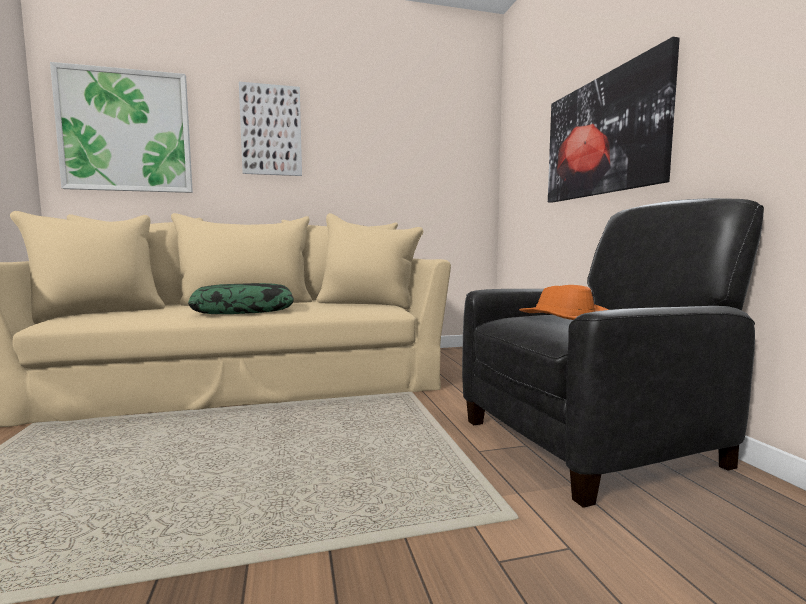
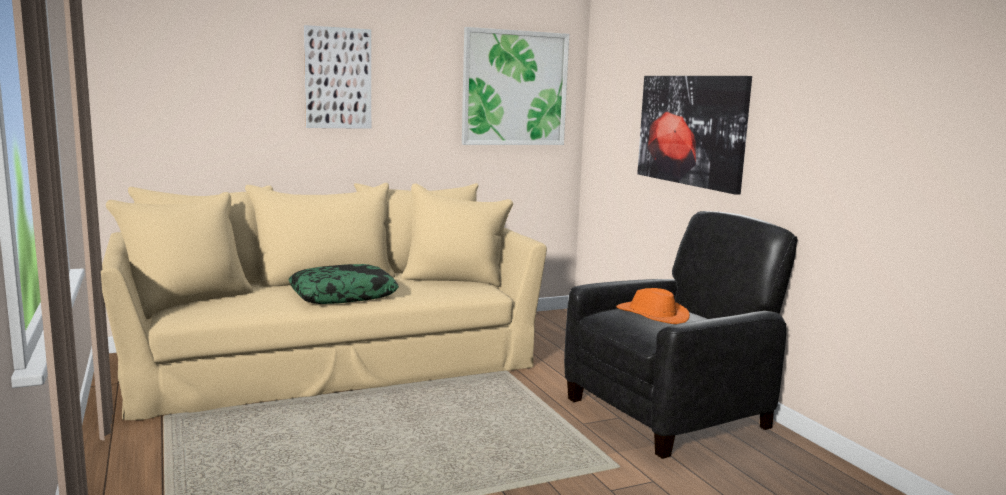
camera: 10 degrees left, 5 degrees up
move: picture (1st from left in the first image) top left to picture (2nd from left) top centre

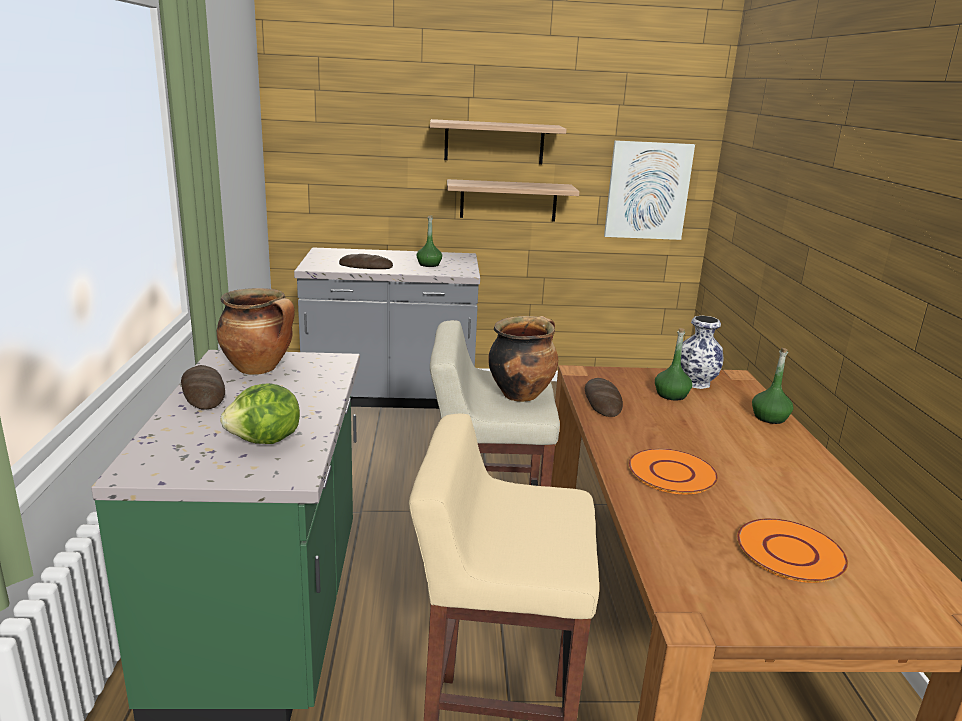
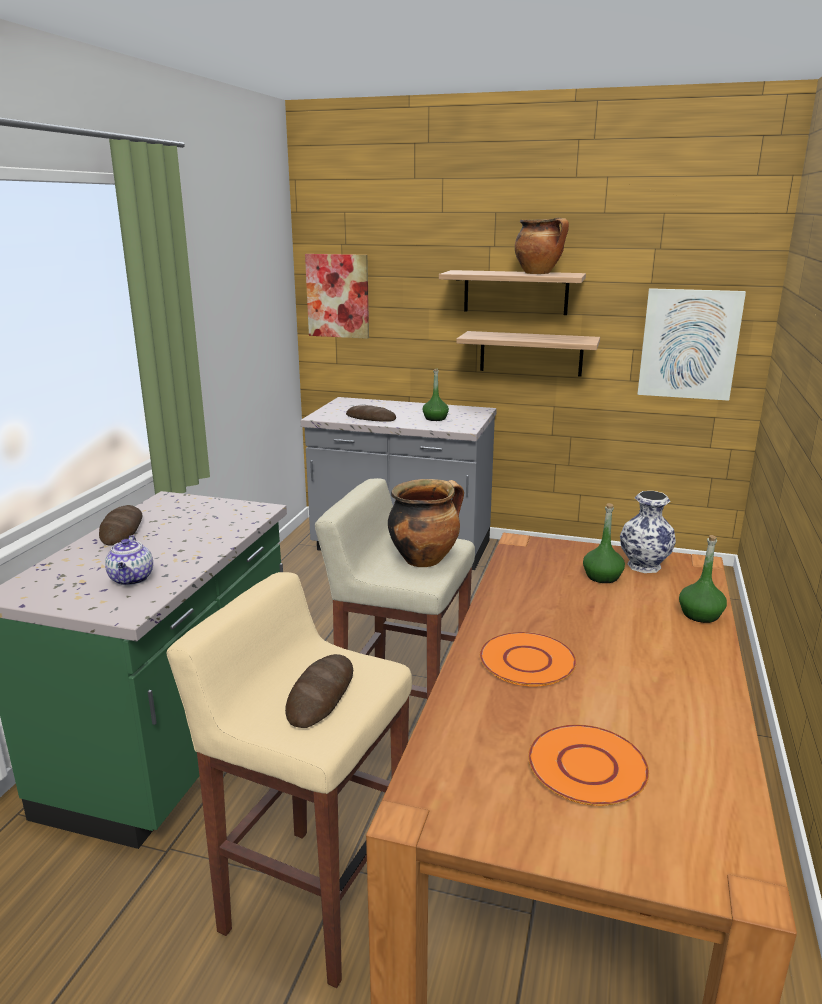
camera: 20 degrees right, 0 degrees up
insert: picture (1st from left) top centre
move: cooking pot (1st from left in the first image) middle left to cooking pot (2nd from left) top centre; bread (3rd from left in the first image) centre to bread (2nd from left) bottom centre
replace: lettuce middle left to teapot middle left

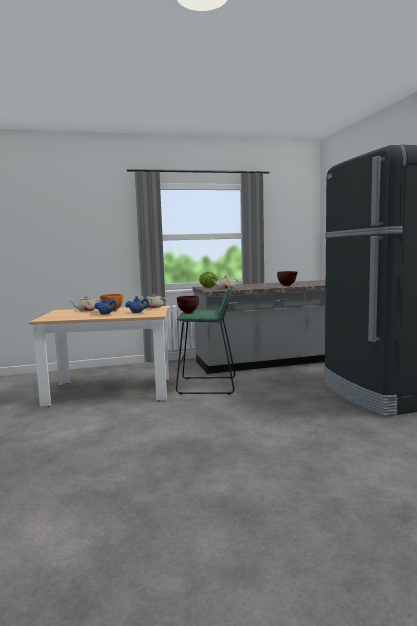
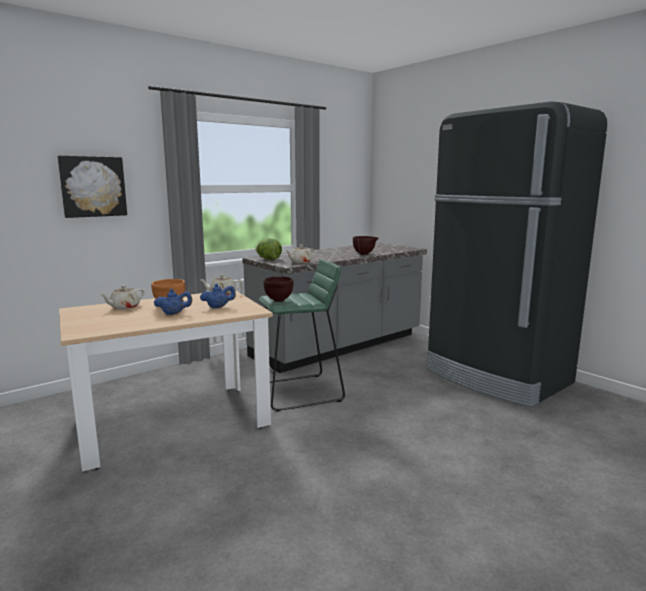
camera: 25 degrees left, 5 degrees up
insert: picture top left

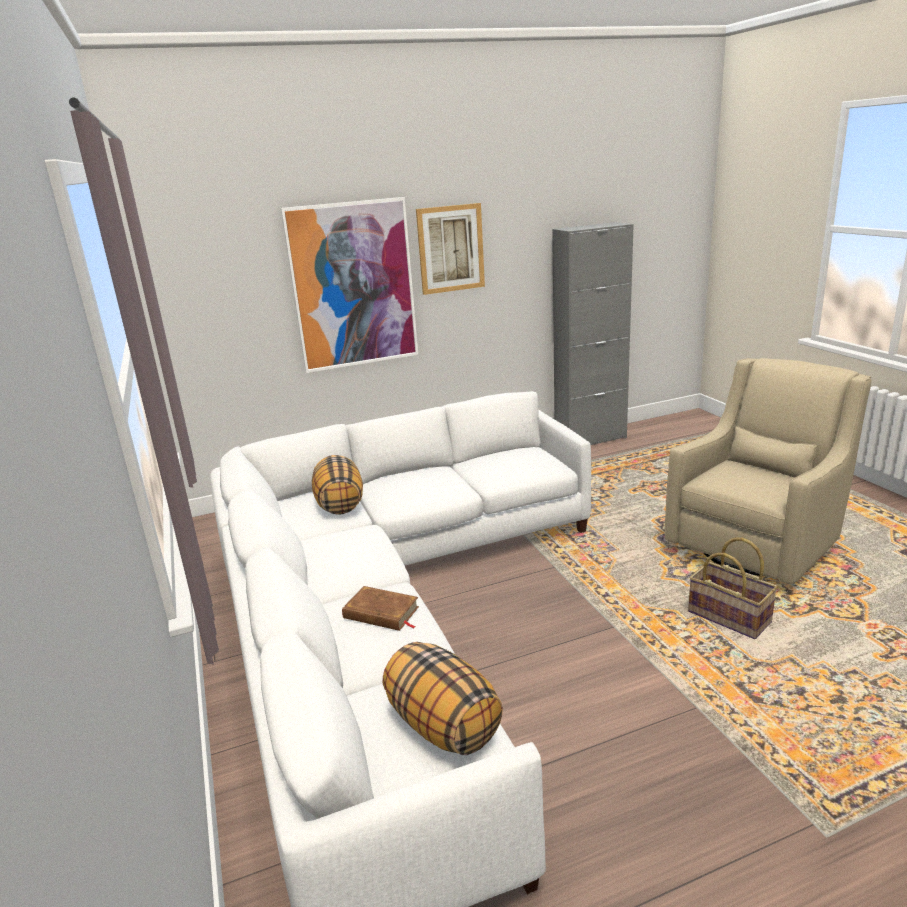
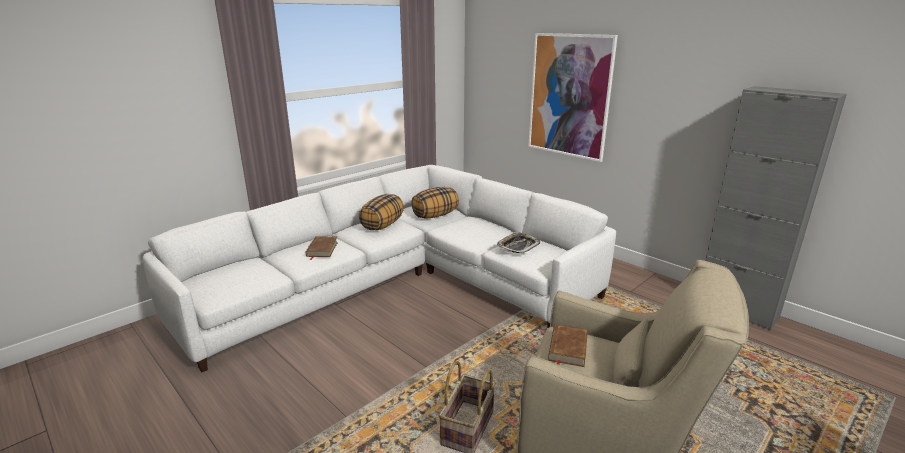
camera: 65 degrees right, 0 degrees up
delete: picture (2nd from left) top centre
insert: tray centre; brown book (2nd from left) bottom centre
move: pillow (2nd from left in the first image) bottom centre to pillow (1st from left) centre

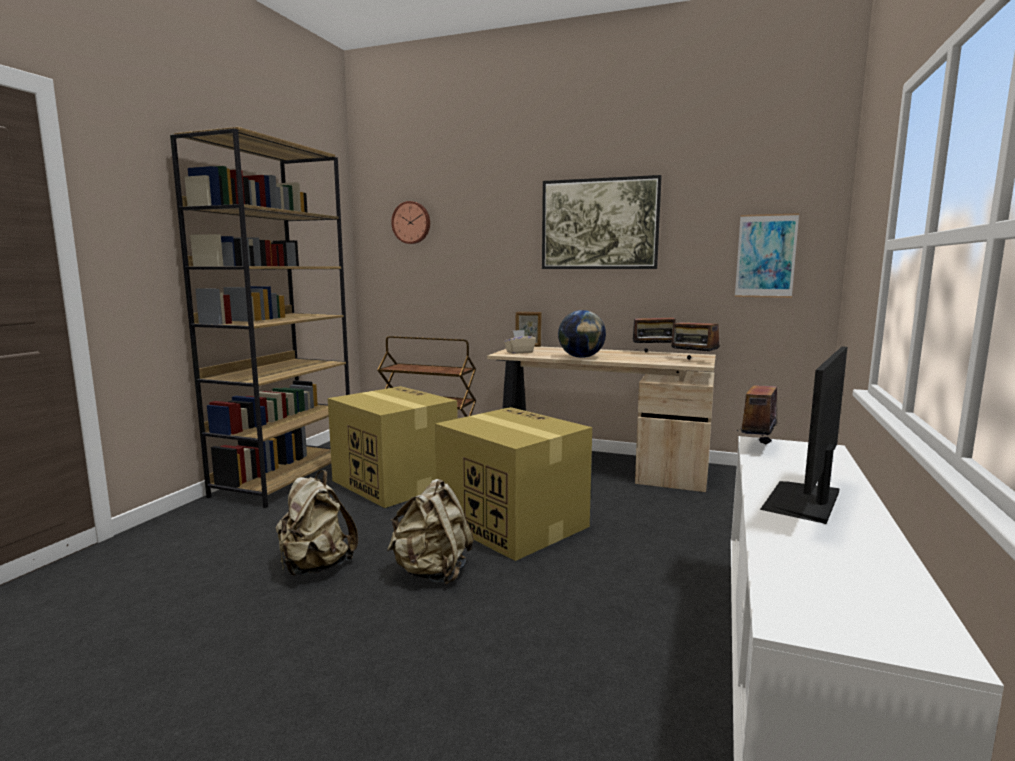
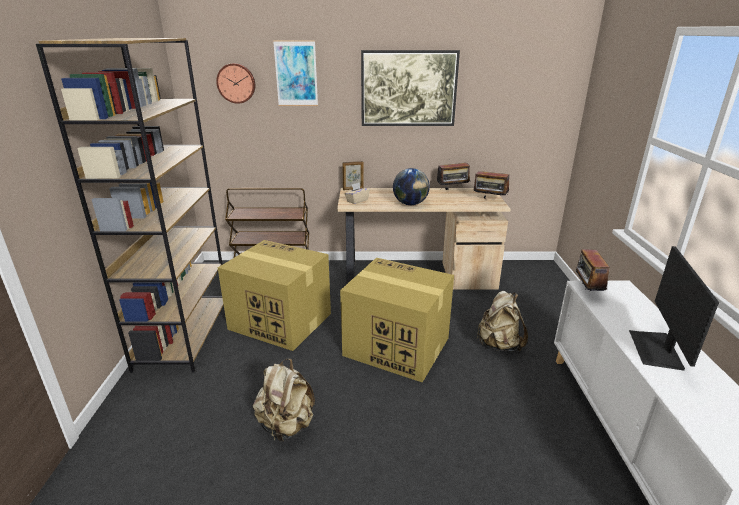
camera: 20 degrees left, 15 degrees up
move: beige backpack (2nd from left) bottom centre to middle right; picture (2nd from left in the first image) middle right to picture (1st from left) top centre

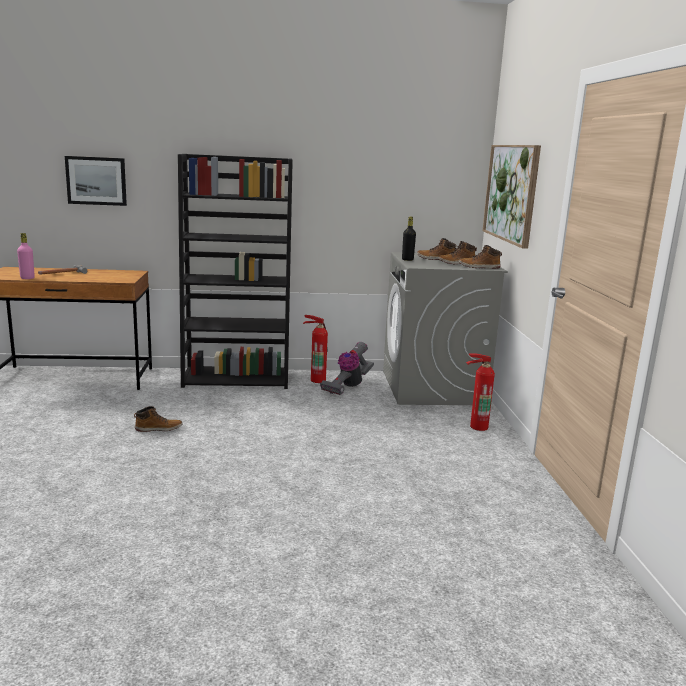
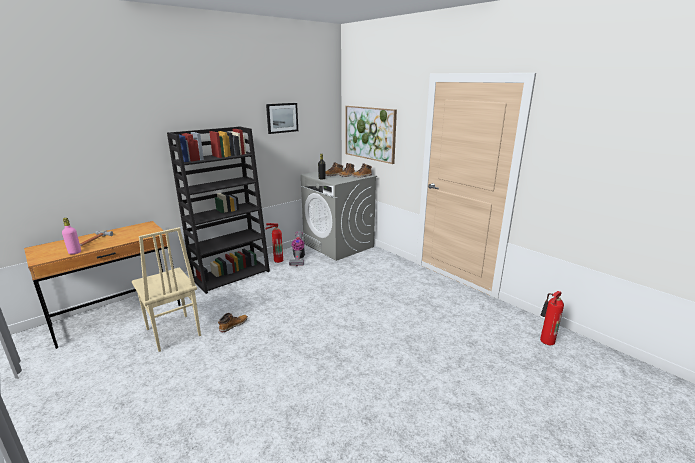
camera: 35 degrees left, 5 degrees up
insert: beige chair middle left
move: picture (1st from left) top left to top centre; fire extinguisher (2nd from left) middle right to bottom right

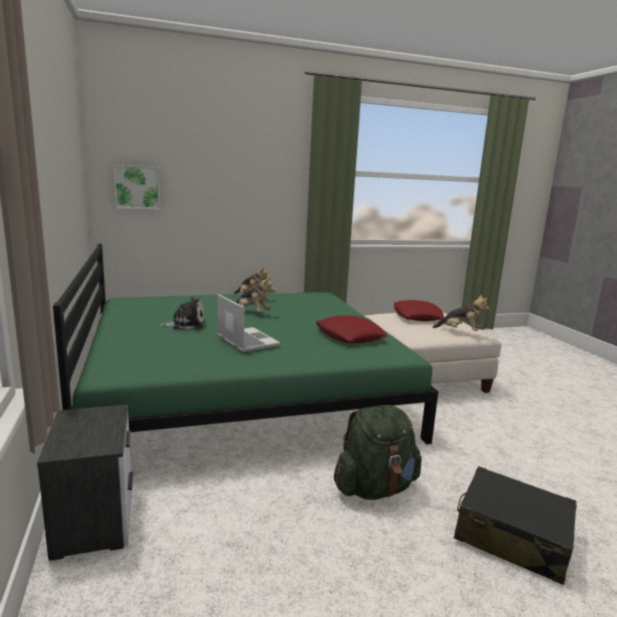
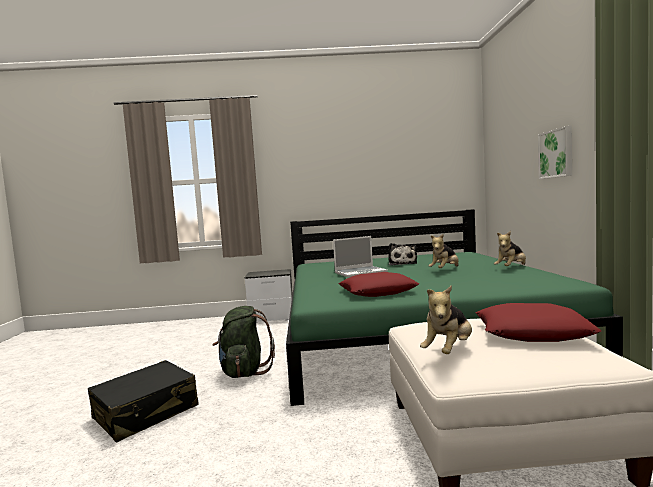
camera: 105 degrees right, 10 degrees down
move: picture top left to top right

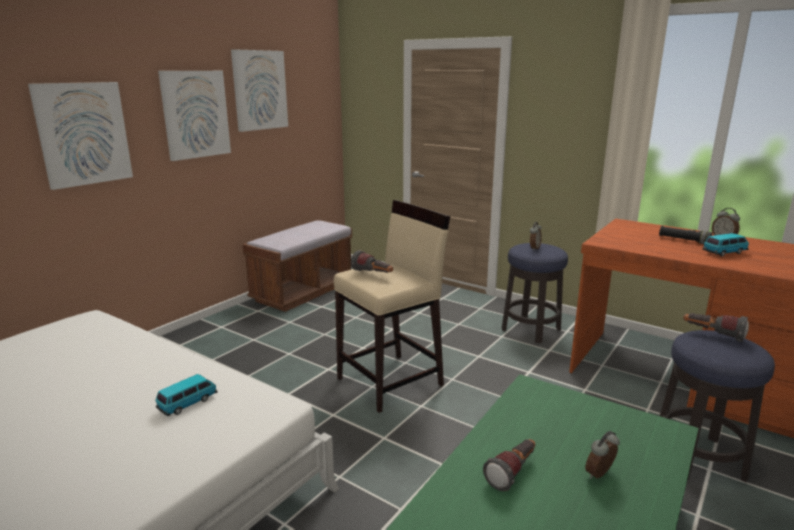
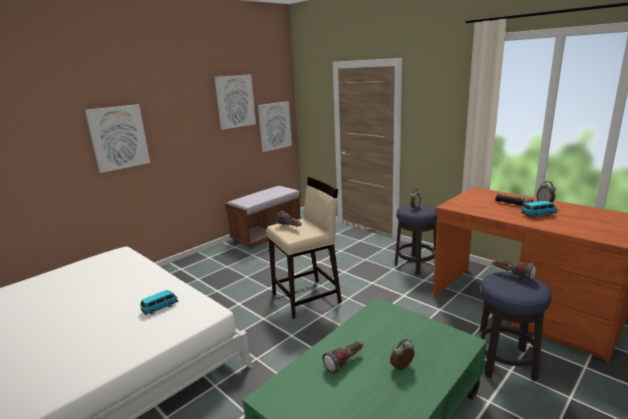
camera: 10 degrees right, 0 degrees up
move: picture (2nd from left in the first image) top left to picture (3rd from left) top centre

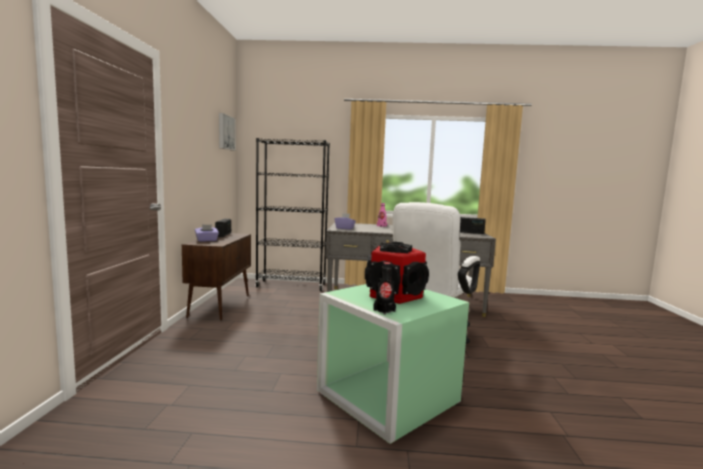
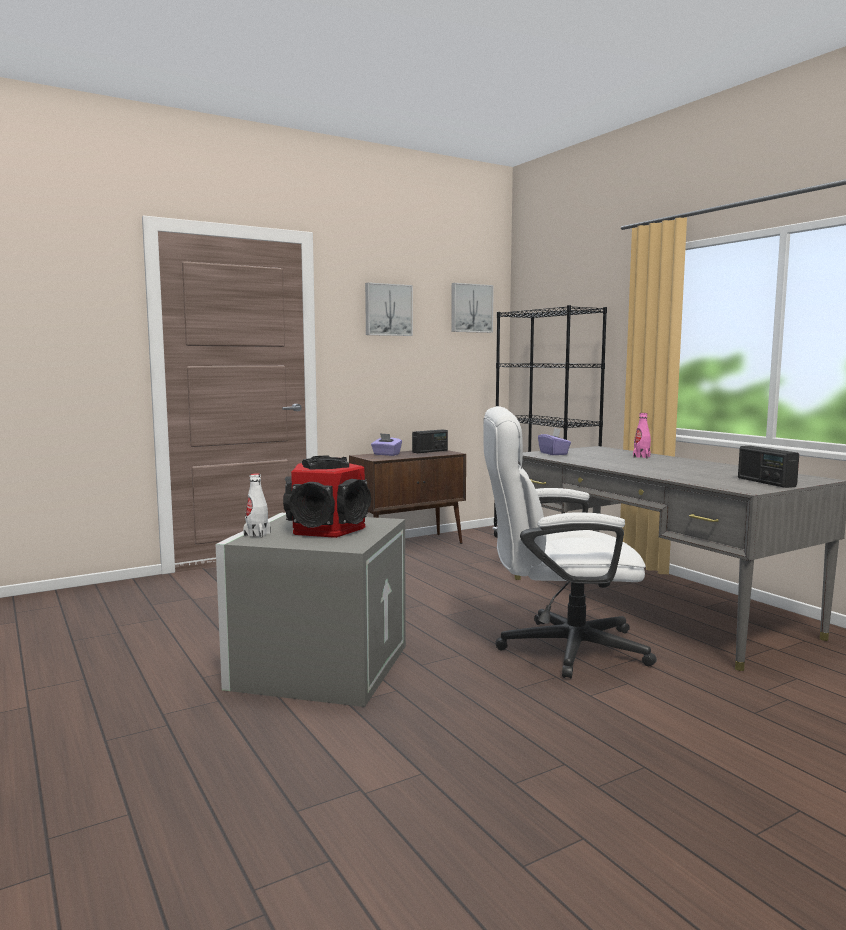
camera: 55 degrees right, 0 degrees up
insert: picture (1st from left) top centre
recolor: green storage box bottom centre to grey storage box centre; black bottle centre to white bottle middle left

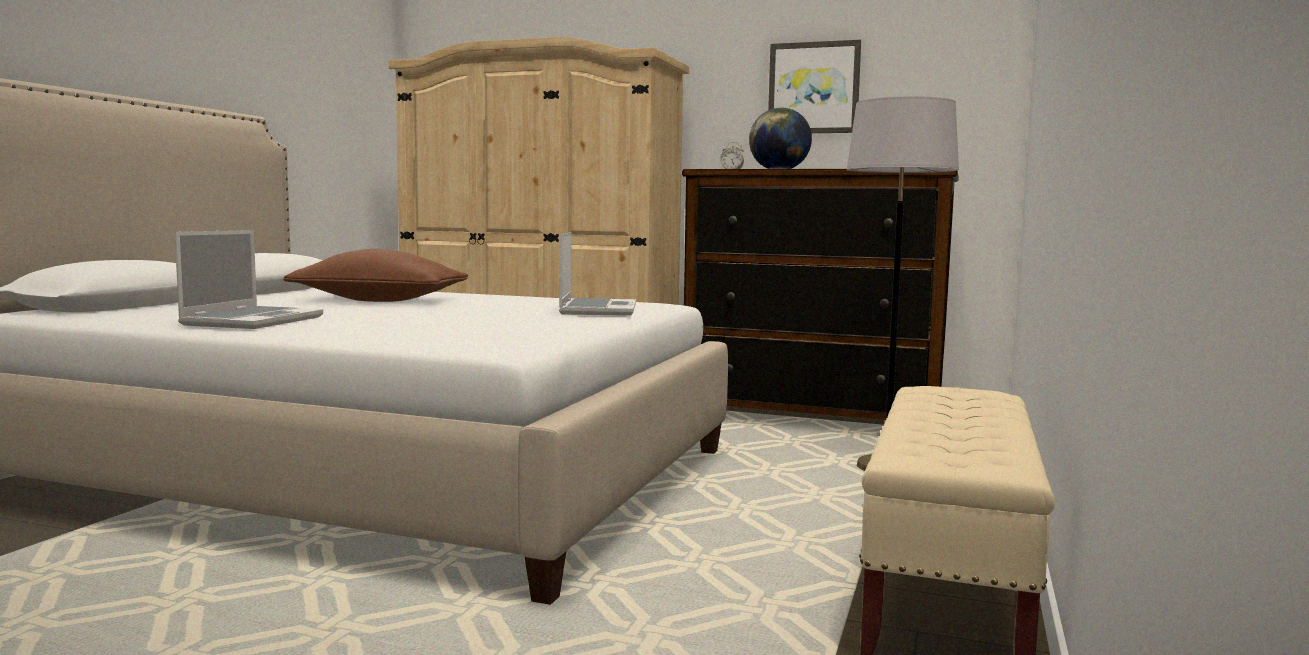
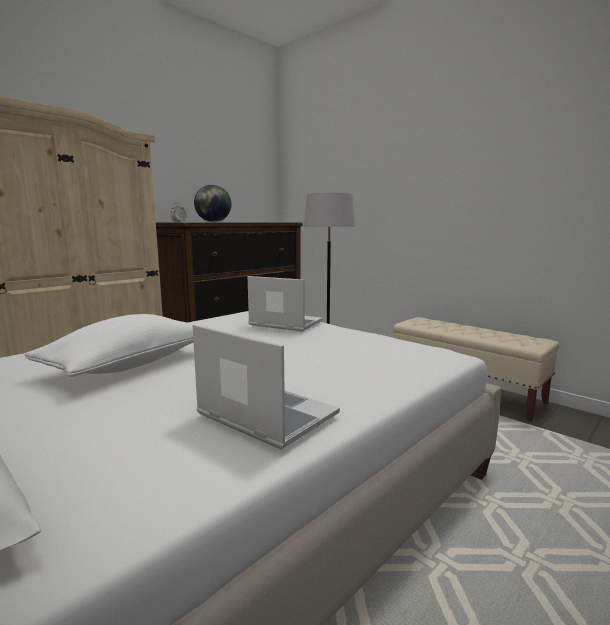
camera: 65 degrees left, 5 degrees up
delete: picture top centre
recolor: brown pillow middle left to white pillow middle left

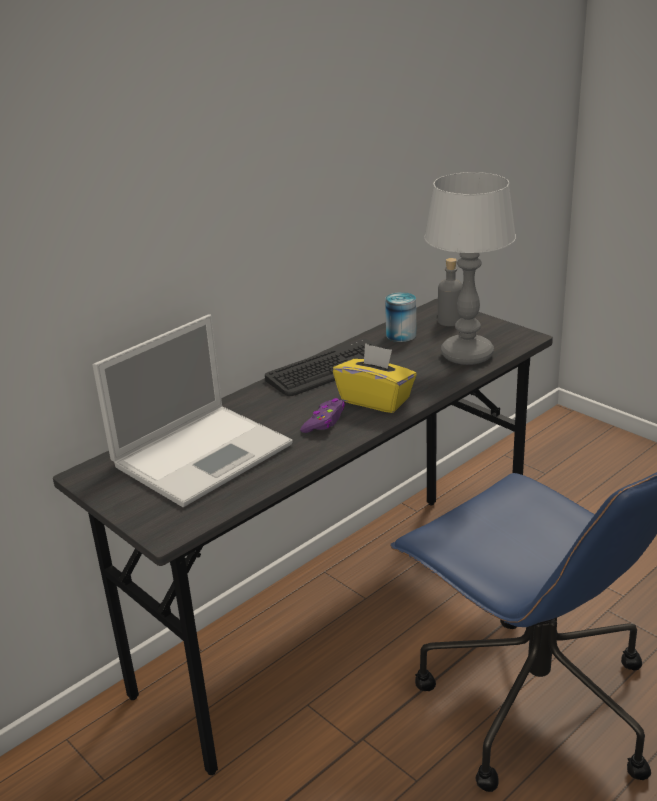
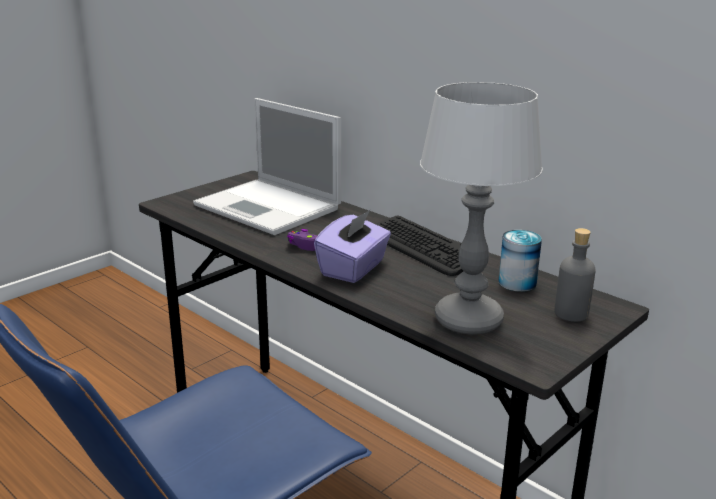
camera: 85 degrees right, 5 degrees down
recolor: yellow tissue box centre to purple tissue box centre

